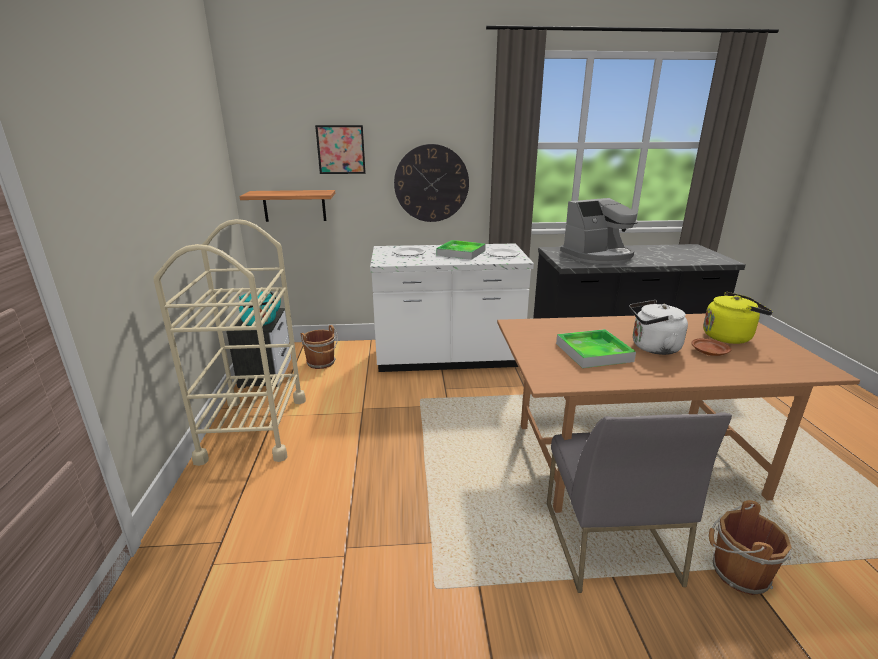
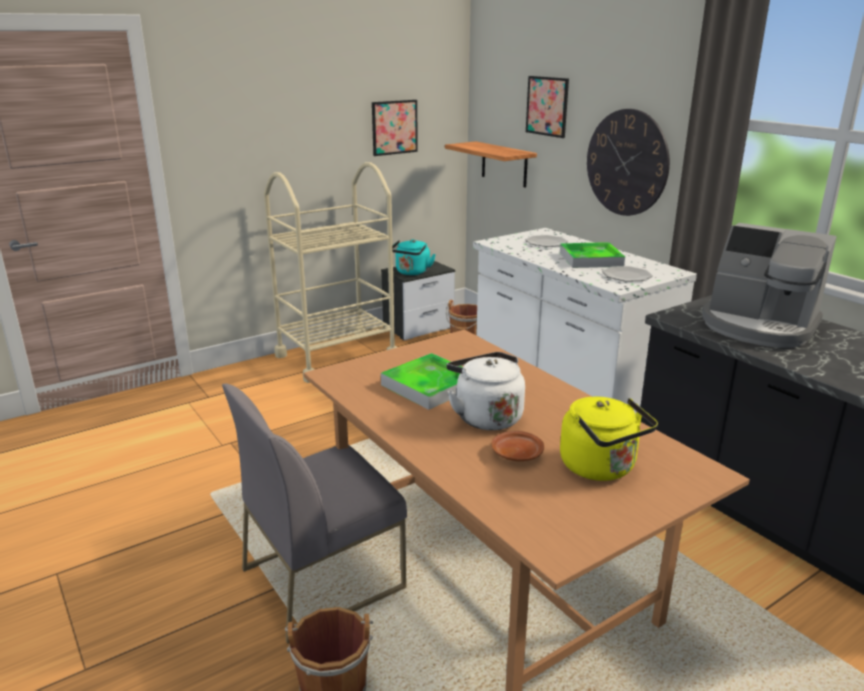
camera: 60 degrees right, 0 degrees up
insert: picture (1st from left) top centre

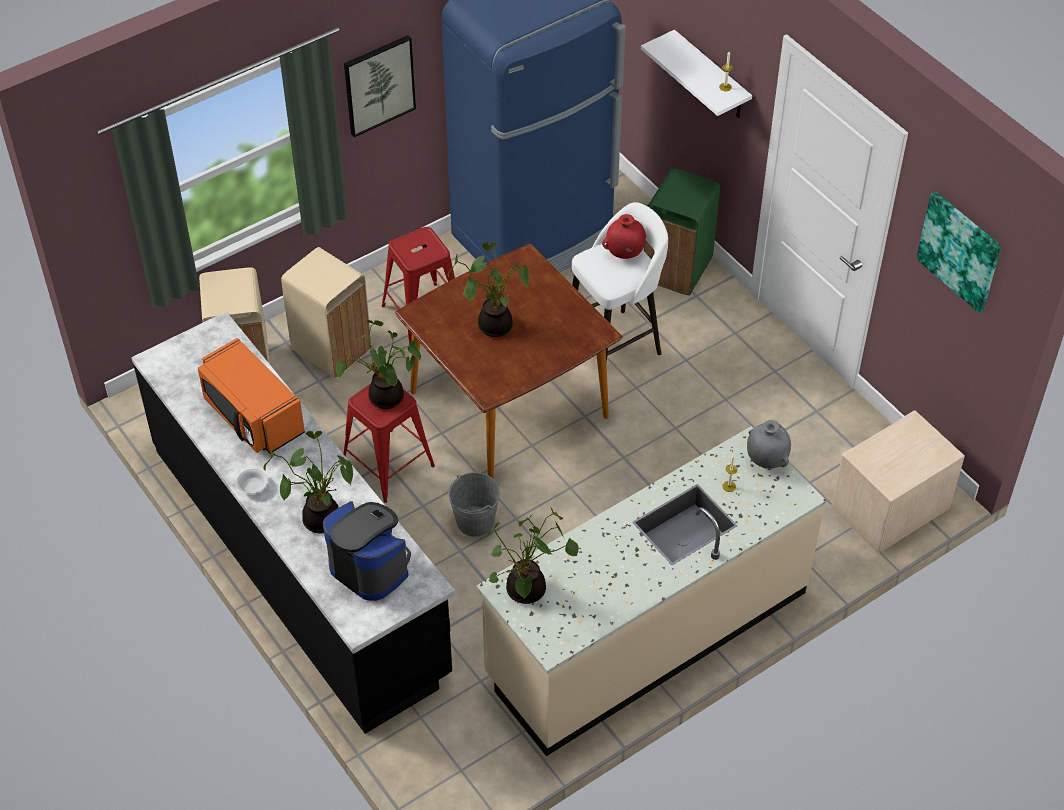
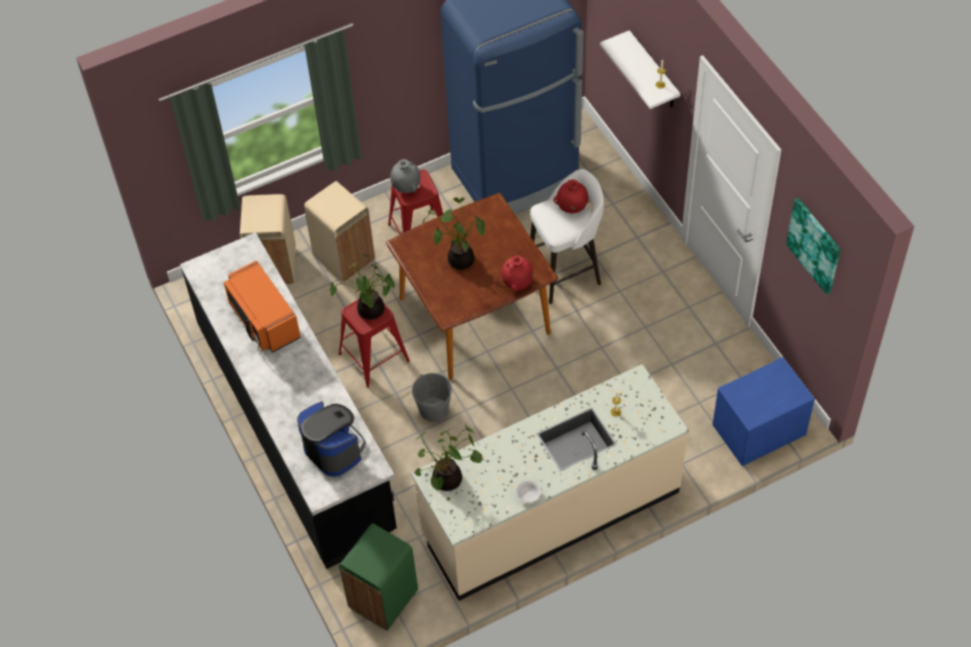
camera: 10 degrees right, 5 degrees up
delete: potted plant (1st from left) middle left; picture (1st from left) top centre
insert: red vase (1st from left) centre
move: white bowl middle left to bottom centre; green trash can top centre to bottom centre; grey vase middle right to top centre
recolor: beige nightstand middle right to blue nightstand middle right

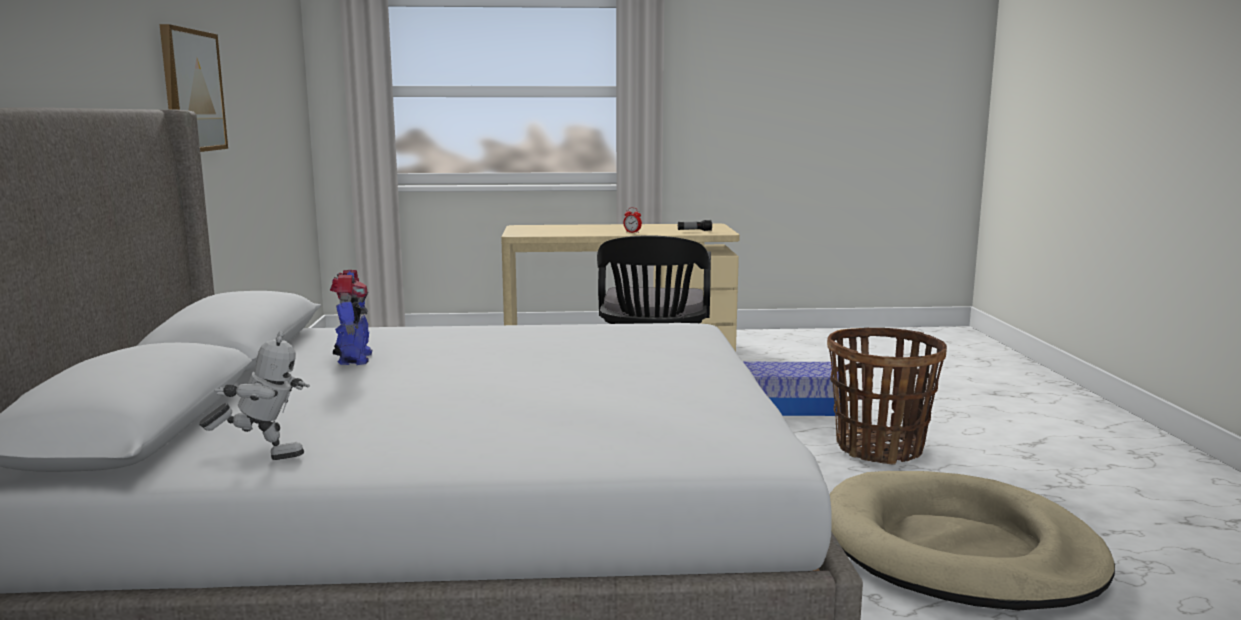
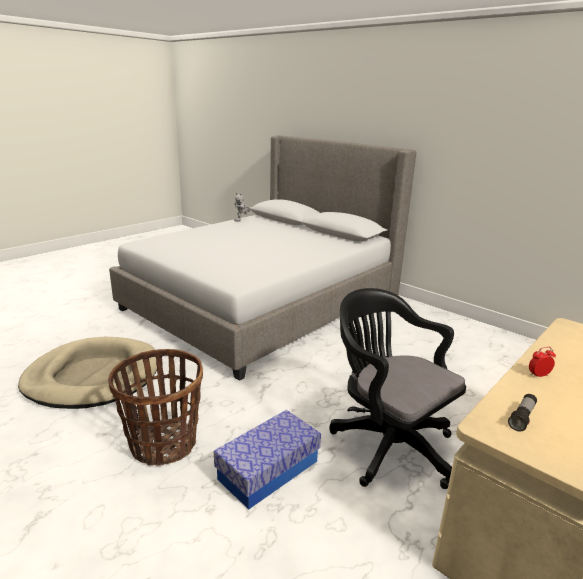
camera: 135 degrees right, 10 degrees up
delete: picture top left; toy robot (2nd from left) middle left

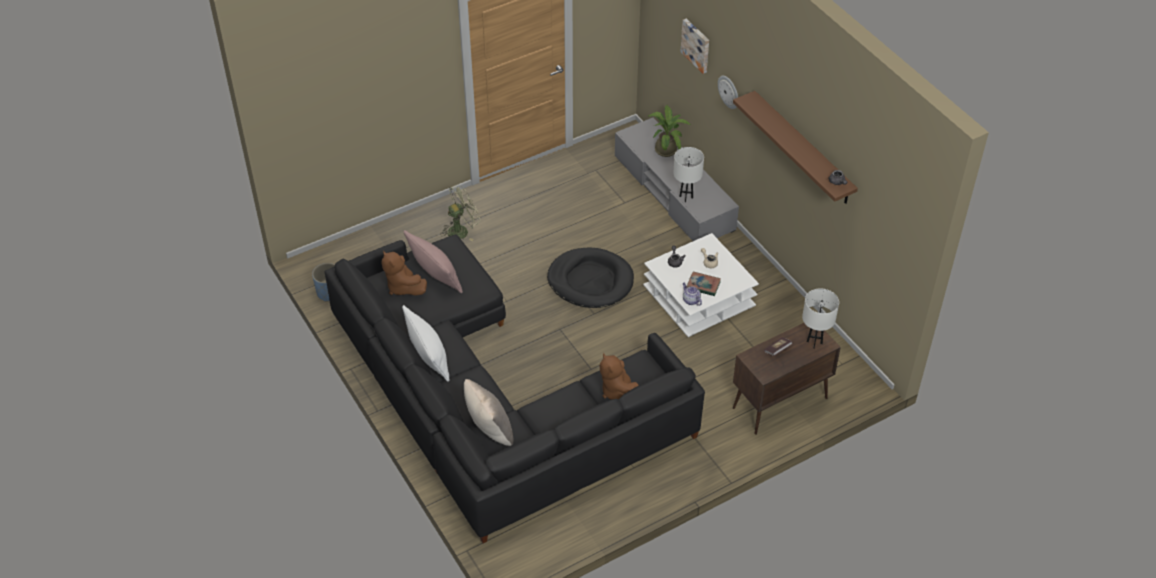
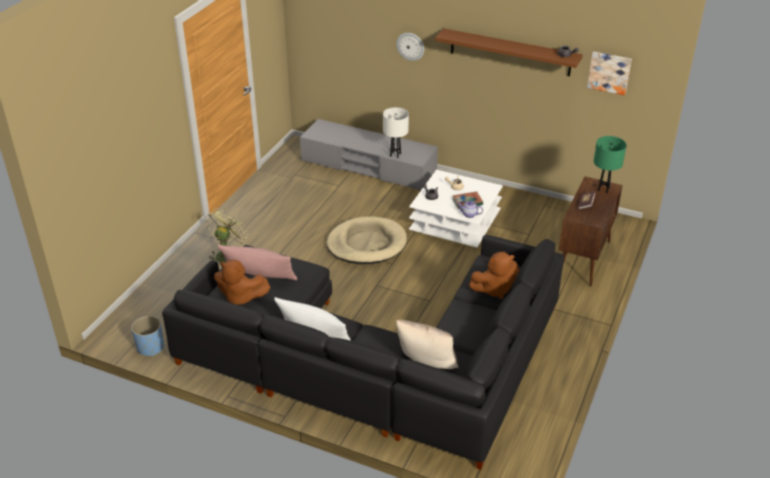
camera: 35 degrees left, 10 degrees down
delete: potted plant top centre
move: picture top centre to top right
recolor: black dog bed centre to beige dog bed centre; white table lamp (2nd from left) middle right to green table lamp middle right
rotate: brown plush toy (2nd from left) centre = centre 45 degrees counterclockwise

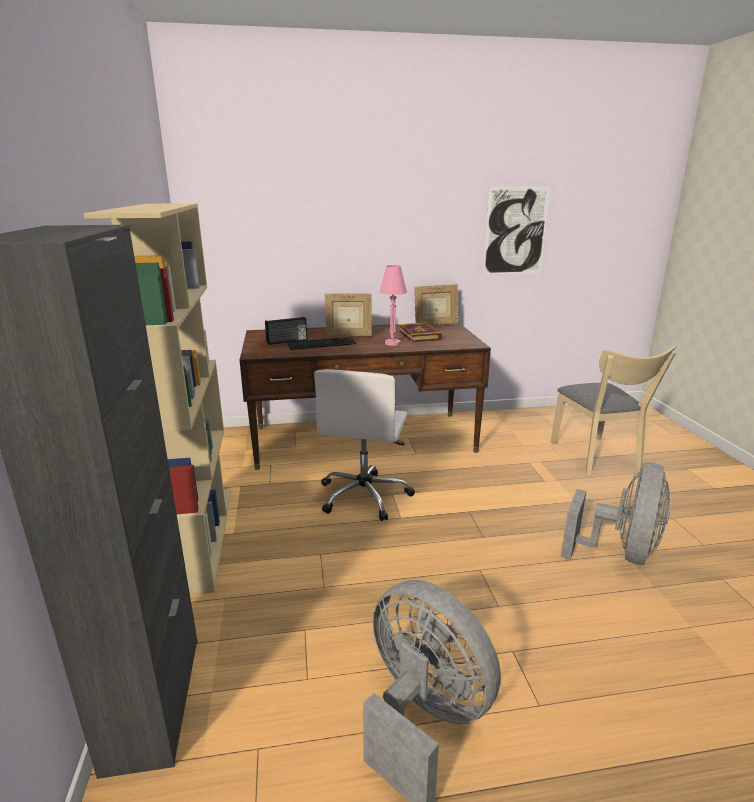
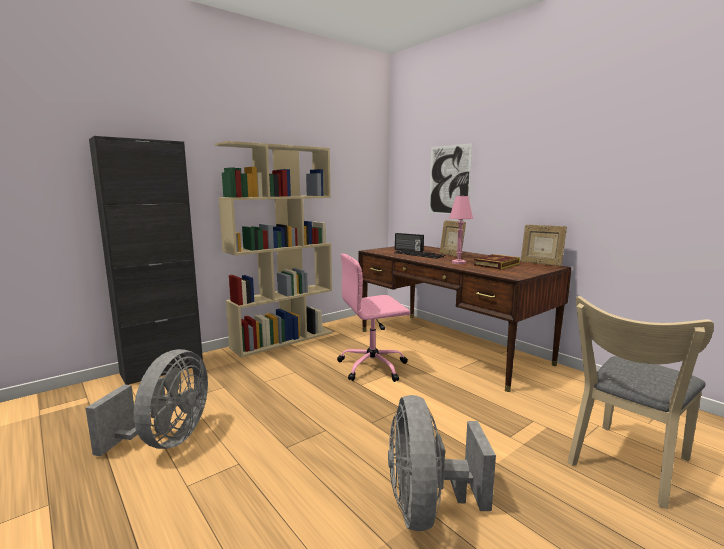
camera: 60 degrees right, 10 degrees down
move: picture top right to top centre
recolor: white office chair centre to pink office chair centre
rotate: grey fan (2nd from left) middle right = bottom centre 90 degrees clockwise

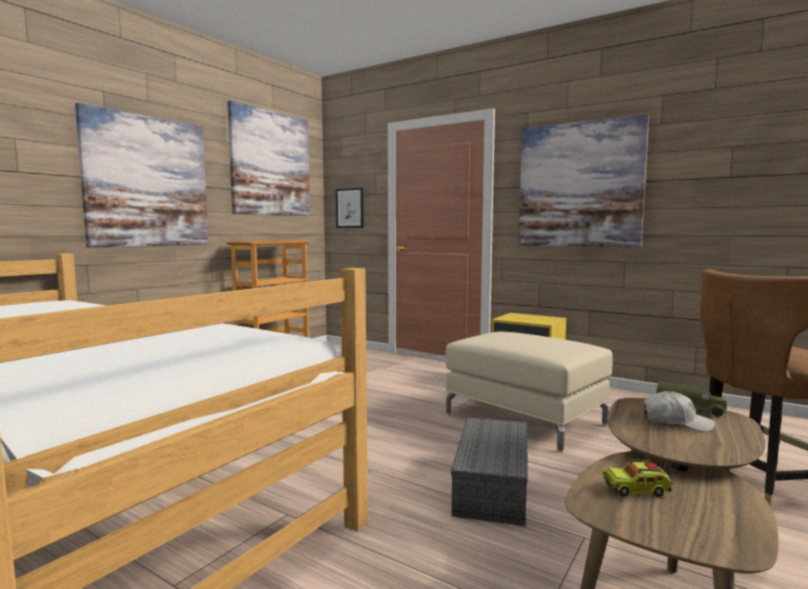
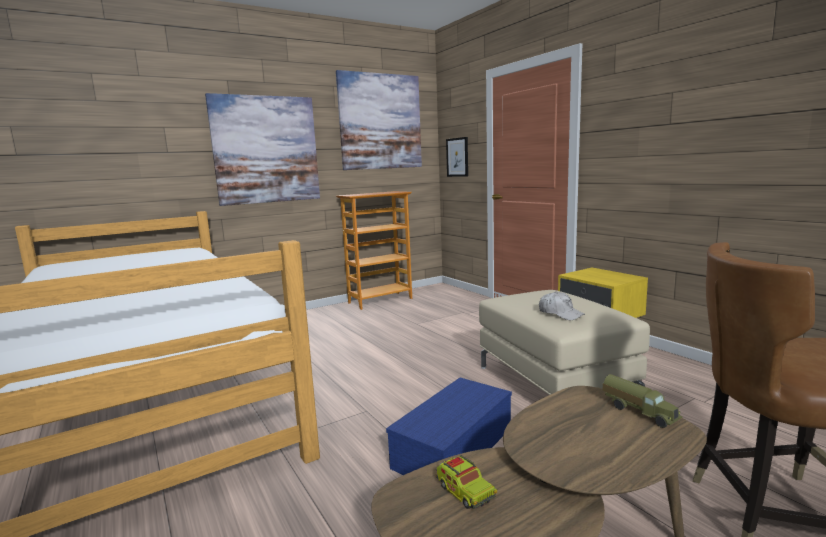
camera: 25 degrees right, 5 degrees up
delete: picture (4th from left) top right
move: white cap bottom right to middle right
recolor: grey storage box bottom centre to blue storage box bottom centre
rotate: toy truck (1st from left) bottom right = bottom centre 150 degrees counterclockwise

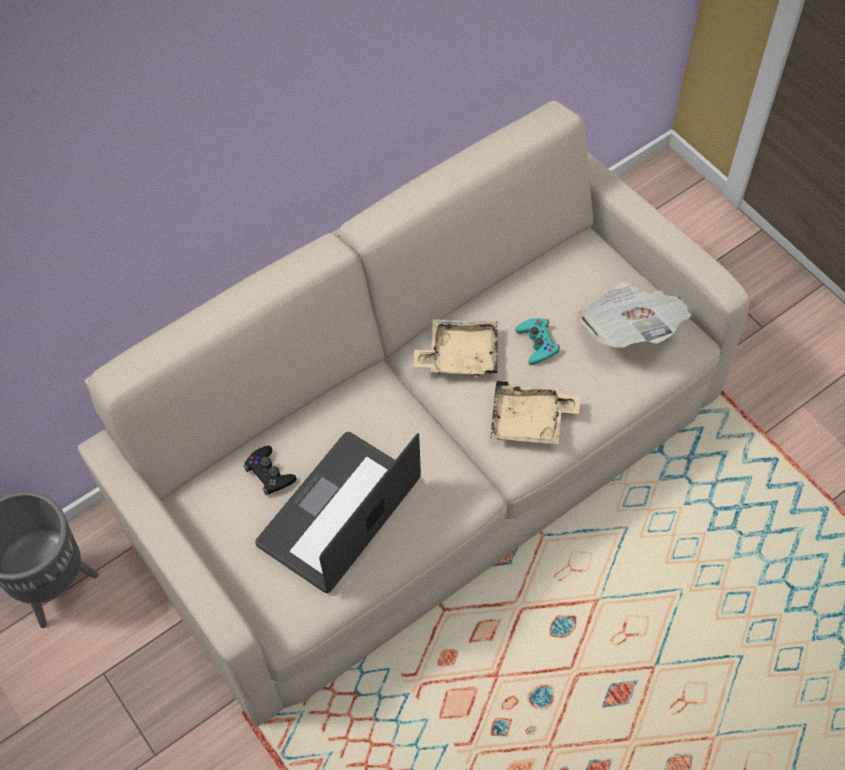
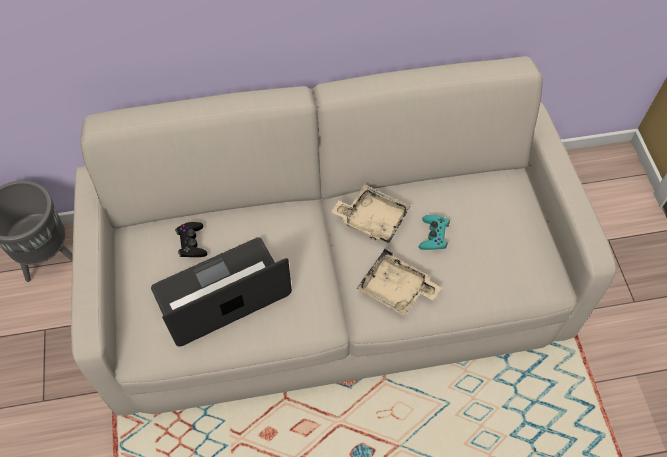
camera: 25 degrees right, 0 degrees up
delete: newspaper middle right

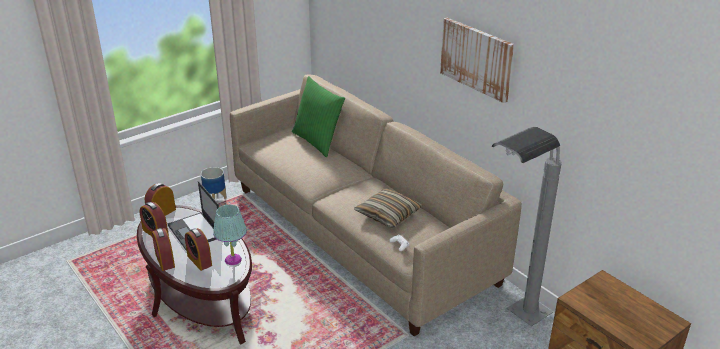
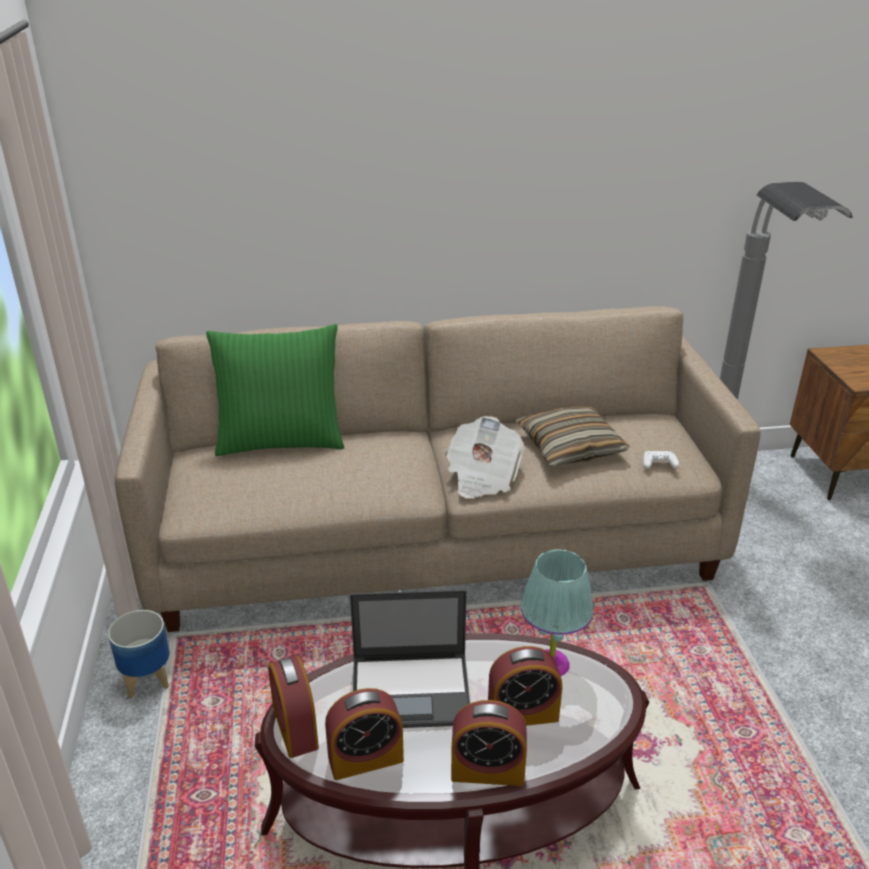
camera: 60 degrees left, 0 degrees up
delete: picture top centre
insert: newspaper centre

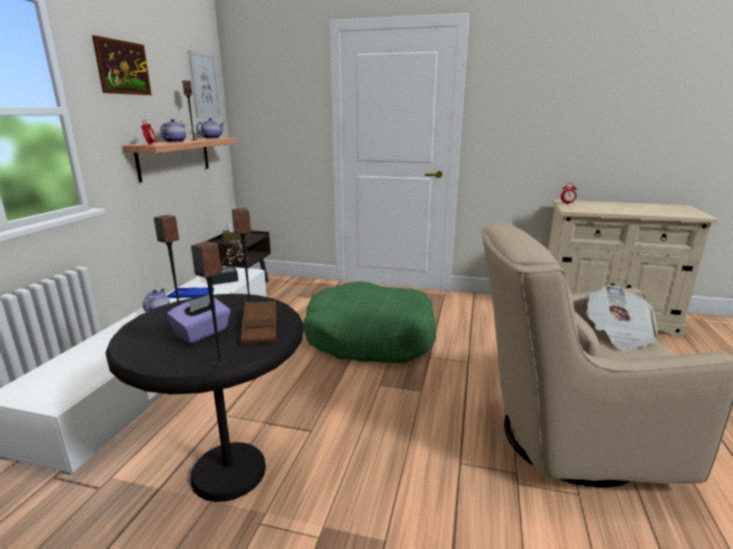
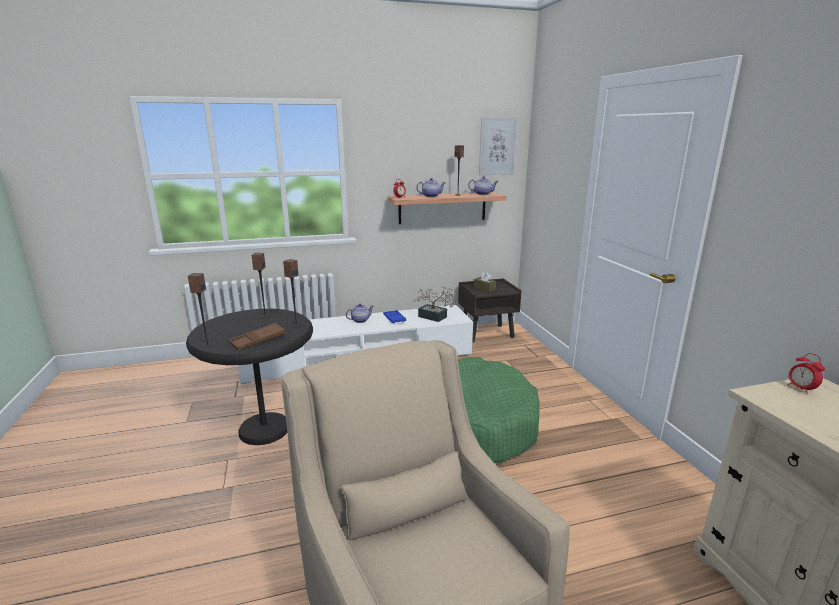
camera: 60 degrees right, 0 degrees up
delete: picture (1st from left) top left; purple tissue box middle left; newspaper middle right

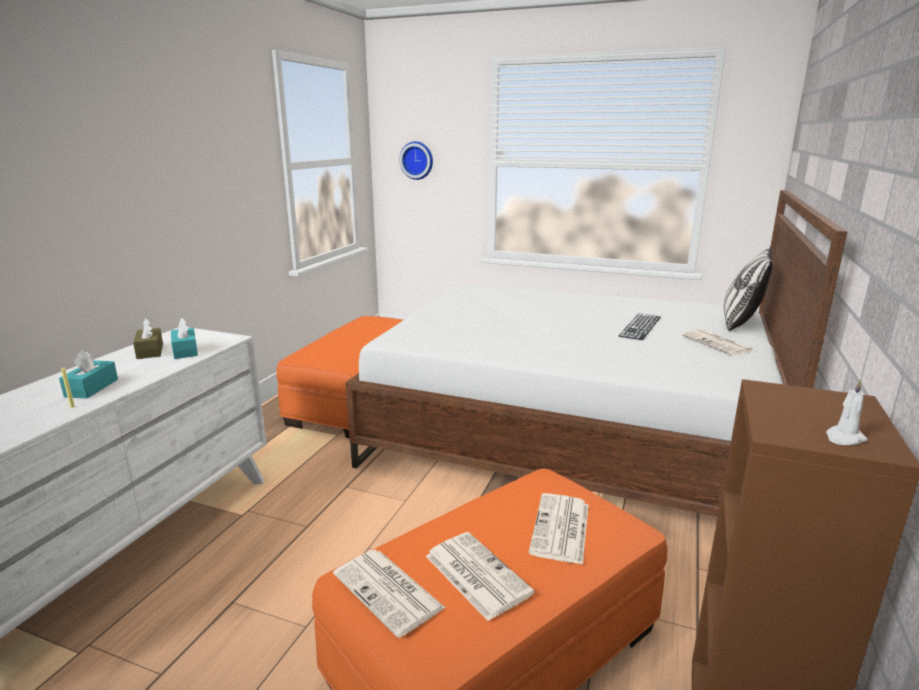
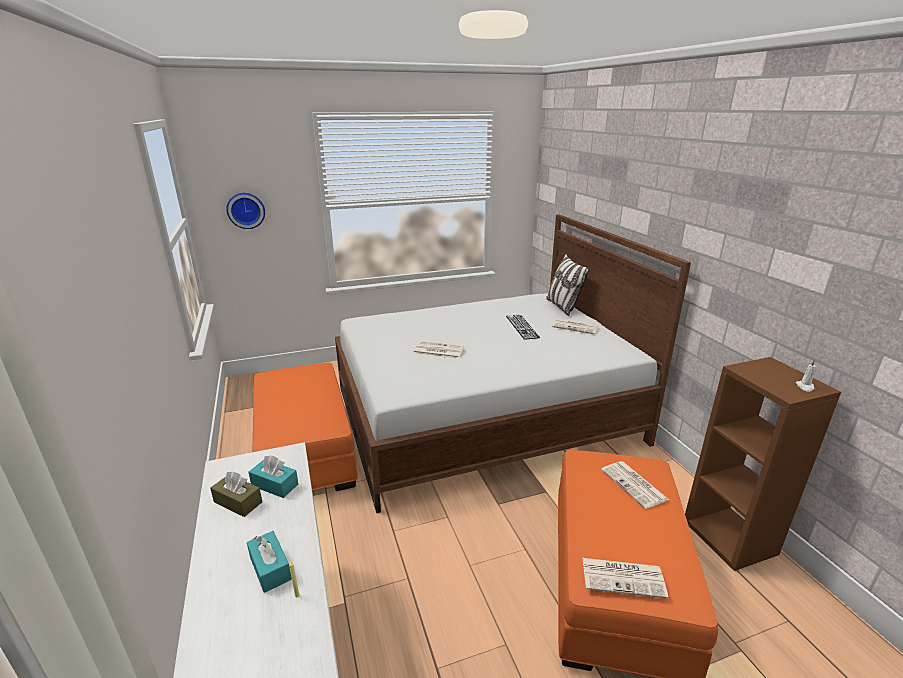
camera: 40 degrees left, 5 degrees up
move: newspaper (2nd from left in the first image) bottom centre to newspaper (1st from left) centre

